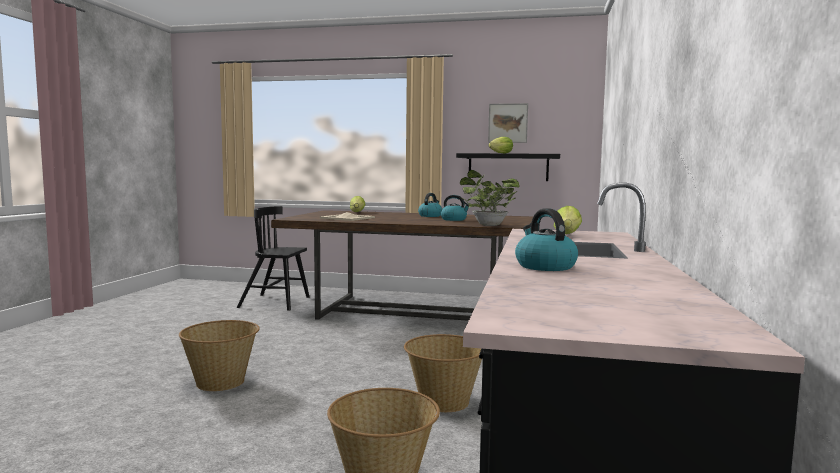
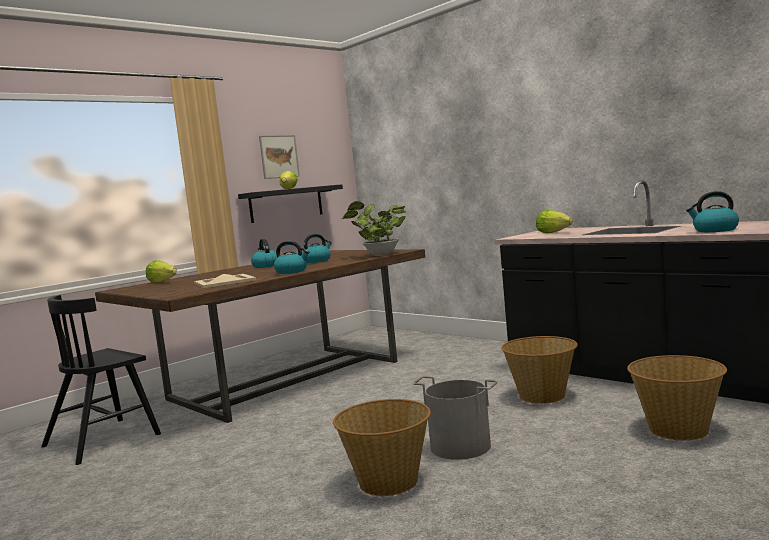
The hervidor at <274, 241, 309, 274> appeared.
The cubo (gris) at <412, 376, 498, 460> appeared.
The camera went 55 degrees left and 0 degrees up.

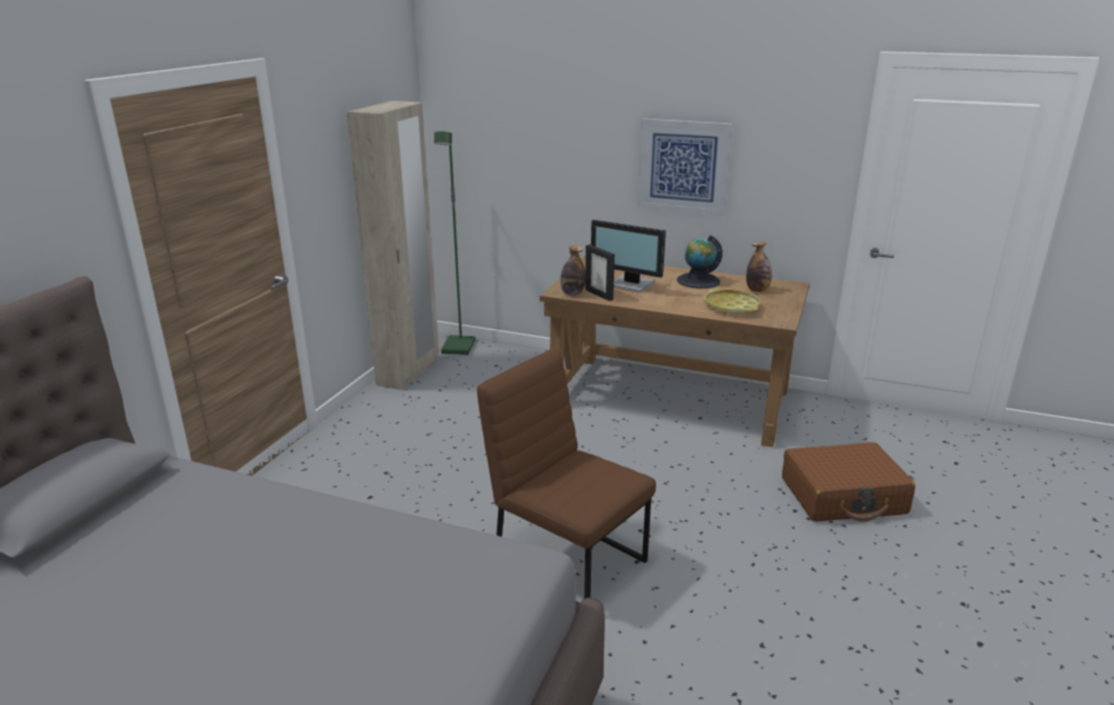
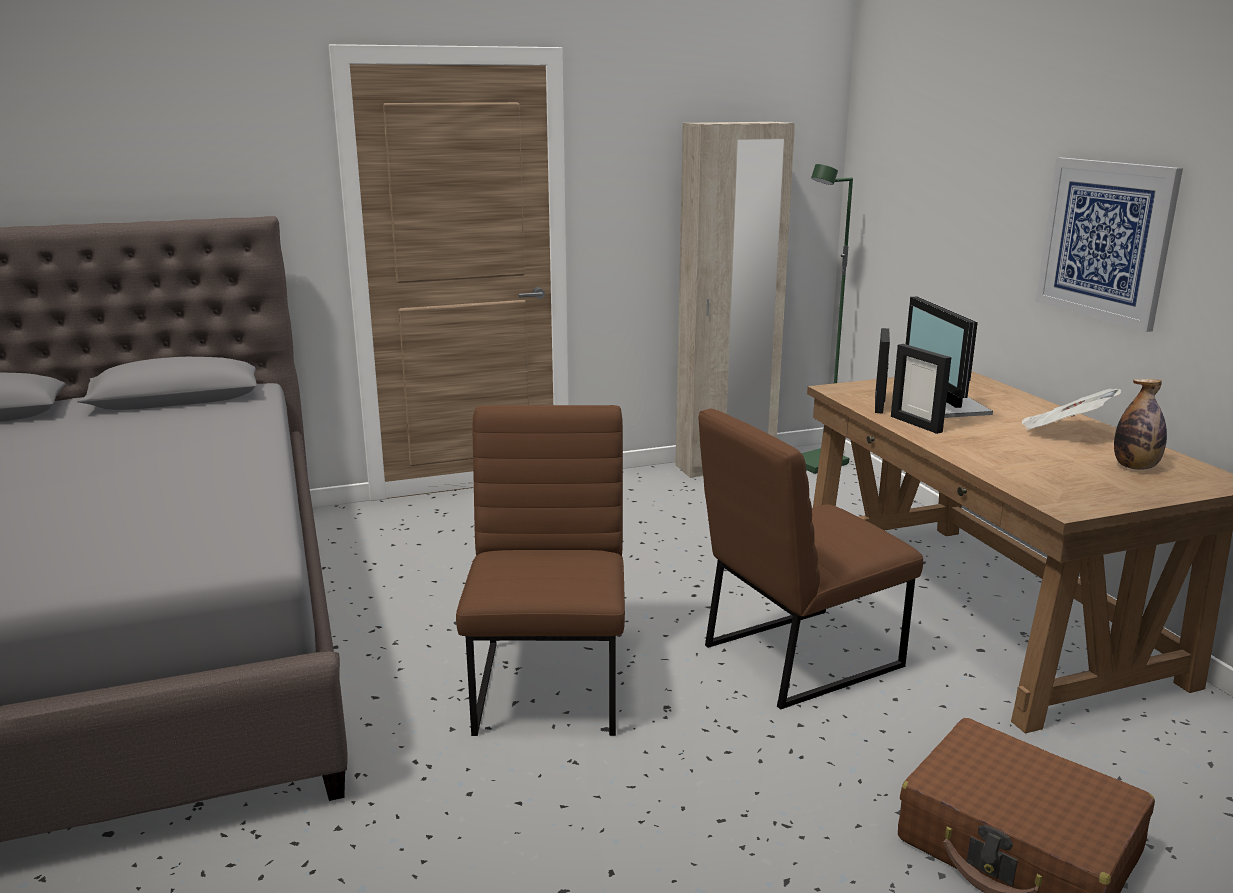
The botella at <560, 245, 586, 296> disappeared.
The globo terráqueo at <677, 235, 723, 289> was replaced by the periódico at <1022, 389, 1121, 430>.
The bandeja (amarillo) at <704, 289, 760, 314> disappeared.
The silla (marrón) at <699, 409, 923, 709> appeared.
The portarretratos at <891, 344, 951, 434> appeared.
The camera went 50 degrees right and 5 degrees down.

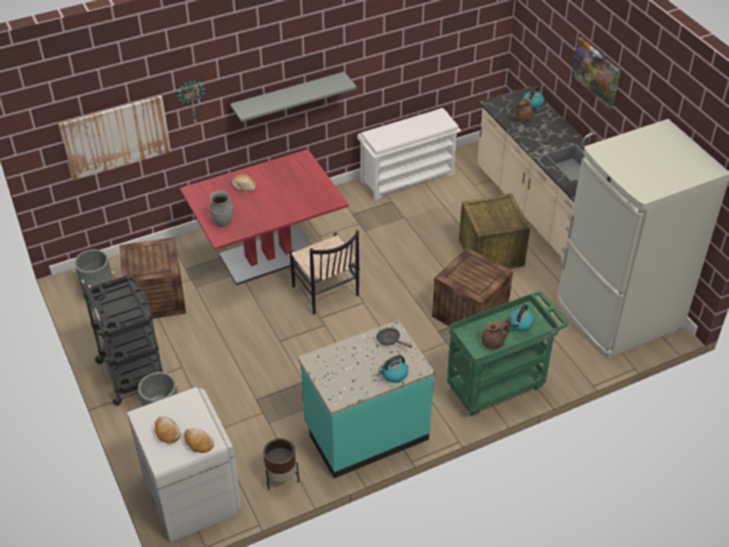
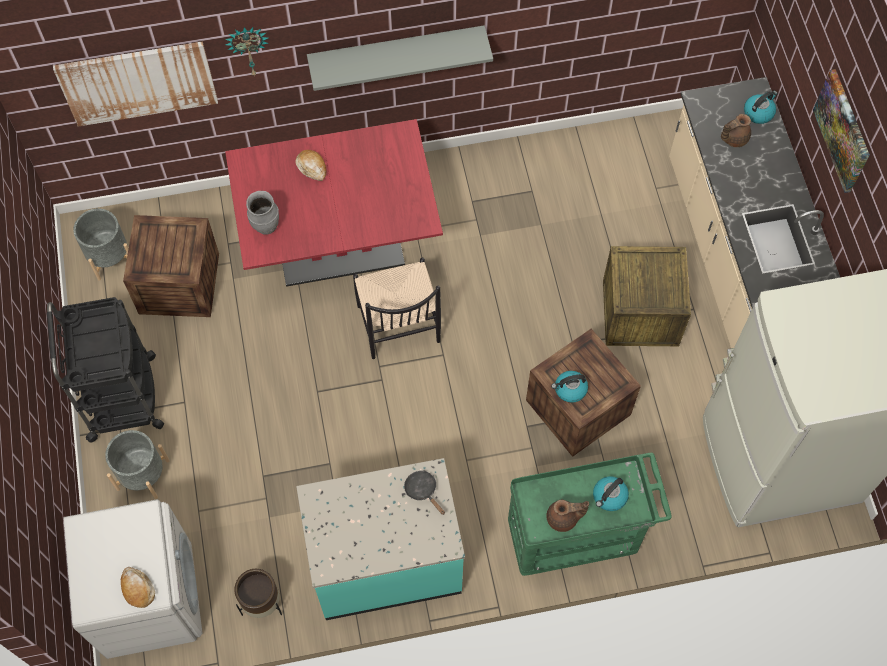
The pan at <155, 416, 181, 444> disappeared.
The banco (blanco) at <357, 108, 461, 201> disappeared.
The hervidor moved from <379, 355, 408, 383> to <551, 371, 588, 403>.
The camera went 15 degrees right and 20 degrees up.

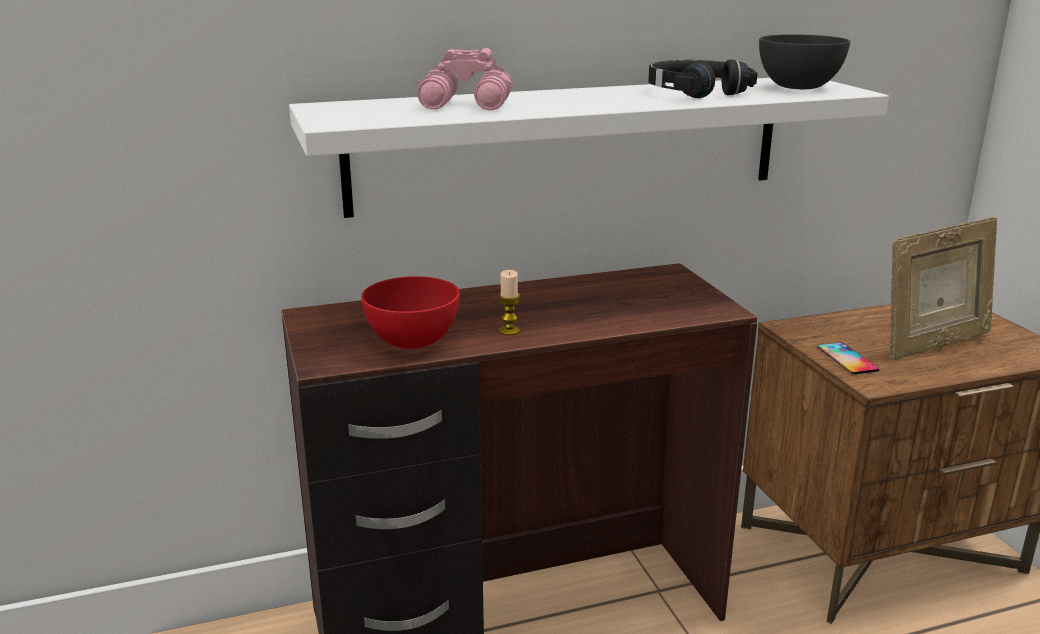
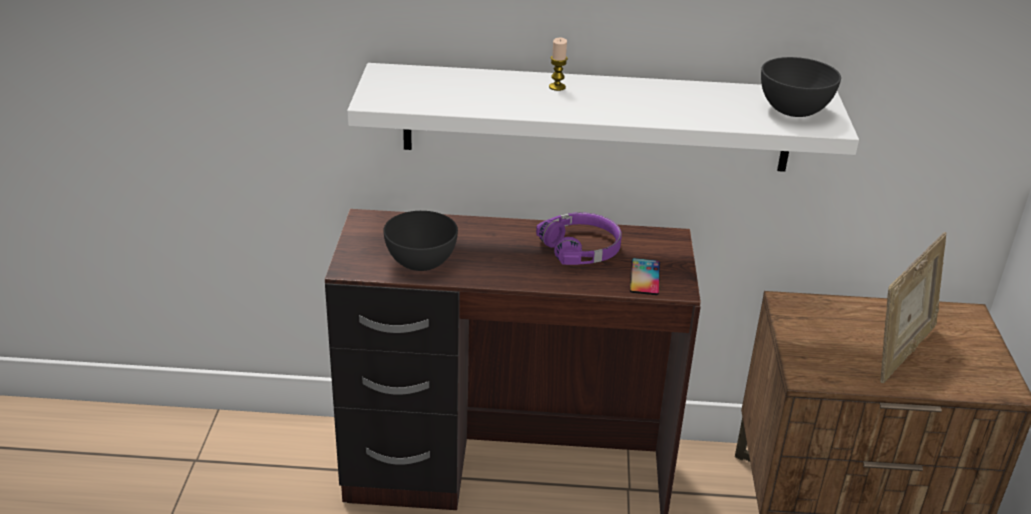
The cuenco (rojo) at <361, 276, 460, 349> became the cuenco (gris) at <383, 211, 458, 271>.
The prismáticos (rosa) at <416, 48, 514, 110> disappeared.
The vela moved from <498, 270, 520, 336> to <549, 38, 568, 91>.
The auriculares (negro) at <648, 60, 757, 98> disappeared.
The móvil moved from <817, 342, 879, 374> to <630, 258, 660, 295>.
The portarretratos at <889, 217, 997, 360> turned 45 degrees counterclockwise.
The auriculares (morado) at <536, 212, 622, 265> appeared.
The camera went 20 degrees right and 10 degrees up.

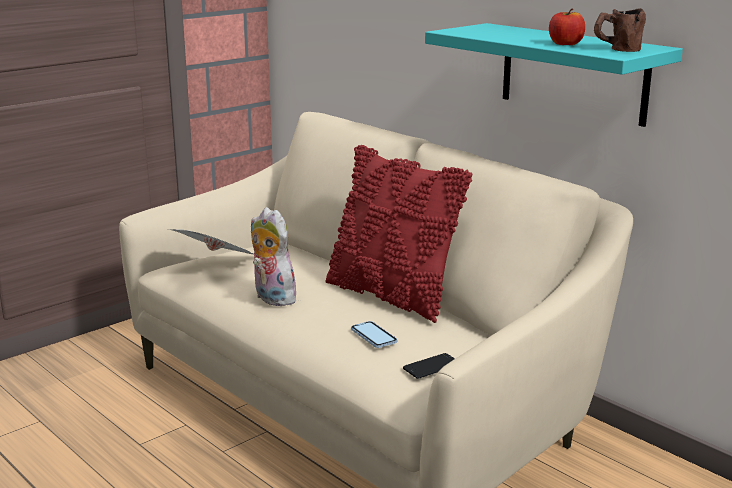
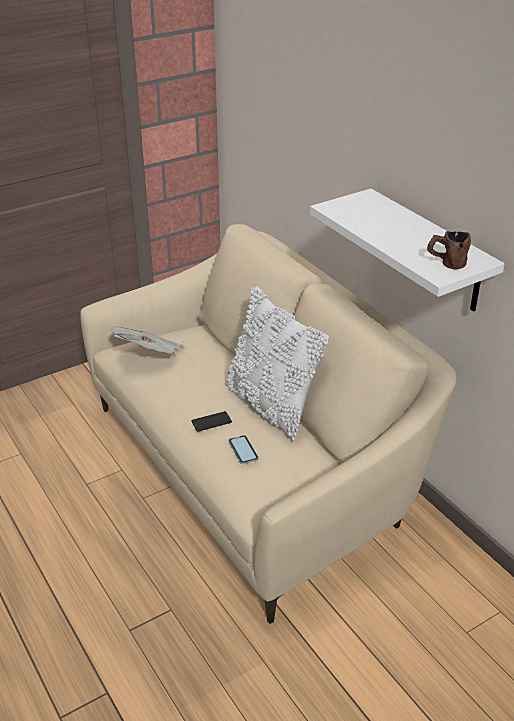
The peluche at <251, 207, 297, 306> disappeared.
The cojín (rojo) at <326, 145, 472, 323> became the cojín (blanco) at <225, 287, 329, 441>.
The móvil moved from <403, 353, 455, 379> to <192, 411, 232, 432>.
The estante (turquesa) at <425, 23, 683, 127> became the estante (blanco) at <310, 189, 505, 312>.
The manzana at <549, 8, 585, 45> disappeared.
The camera went 10 degrees right and 15 degrees up.

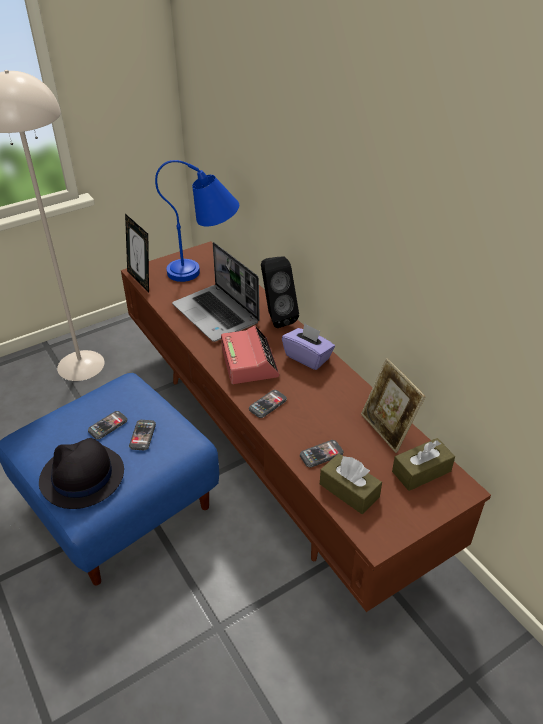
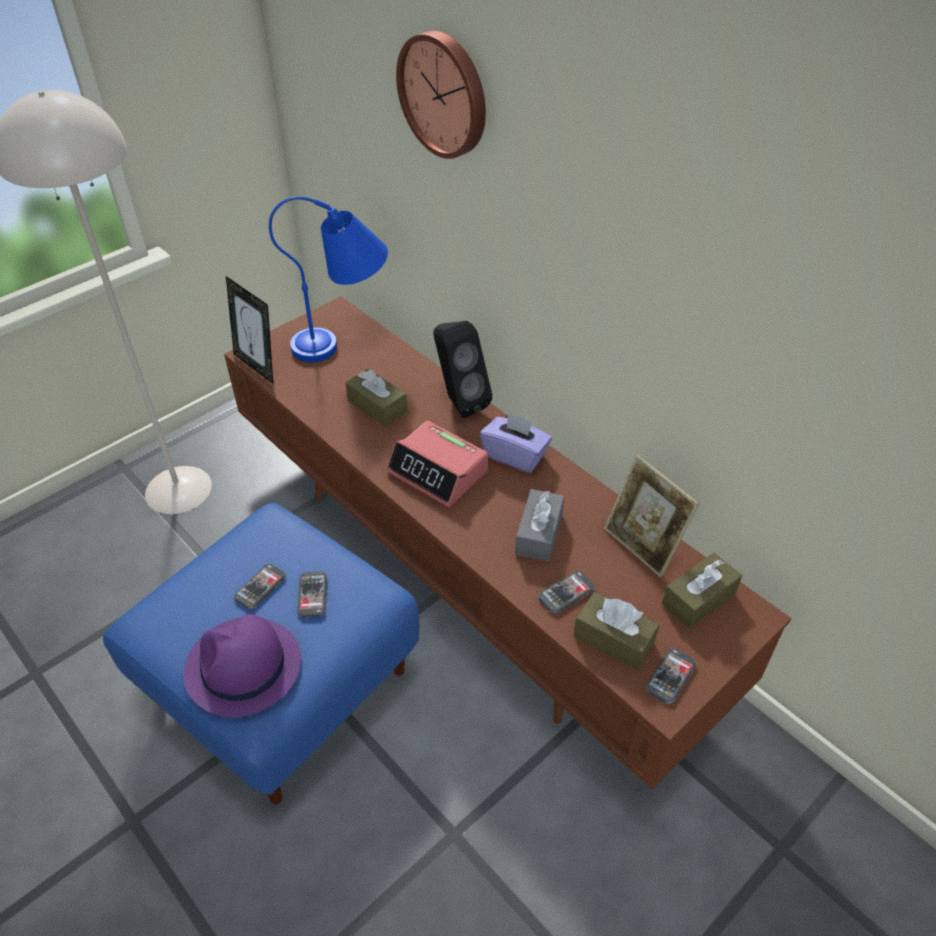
The sombrero (negro) at <39, 438, 124, 509> became the sombrero (morado) at <184, 614, 301, 718>.
The portátil at <172, 242, 260, 342> was replaced by the caja de pañuelos (marrón) at <345, 368, 408, 427>.
The despertador at <221, 325, 280, 384> turned 150 degrees clockwise.
The móvil moved from <249, 390, 287, 418> to <645, 648, 696, 704>.
The reloj de pared at <396, 31, 486, 159> appeared.
The caja de pañuelos (gris) at <515, 489, 565, 562> appeared.
The camera went 10 degrees left and 5 degrees up.

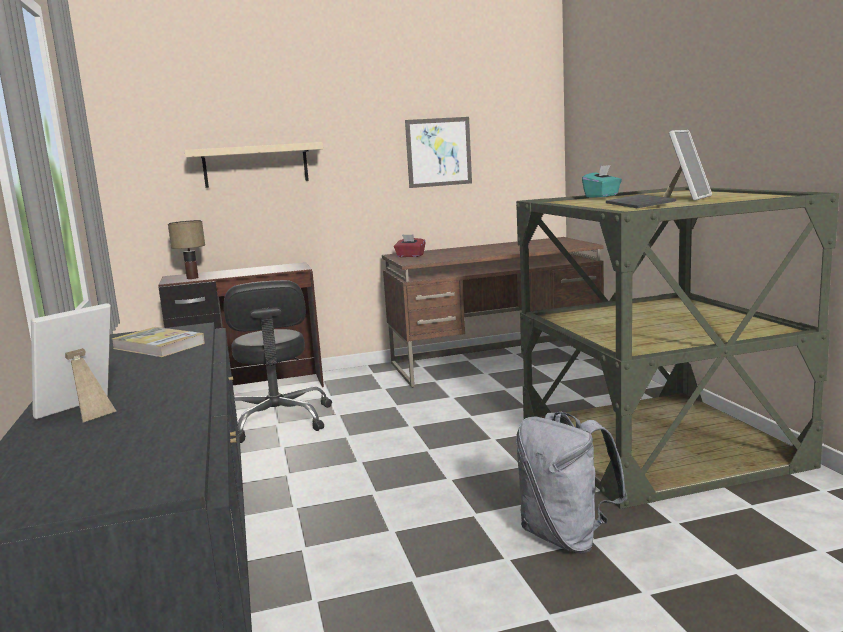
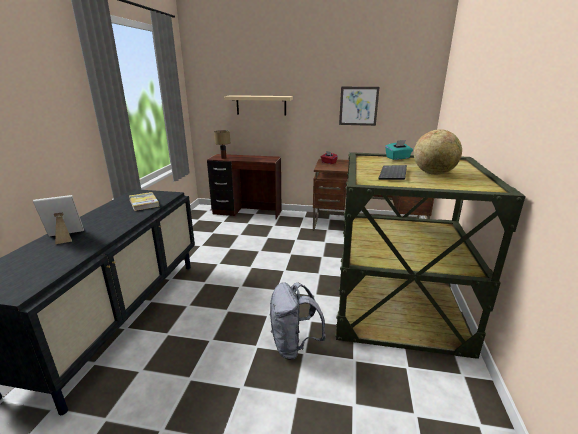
The silla de oficina (negro) at <224, 280, 332, 443> disappeared.
The portarretratos at <663, 130, 712, 201> was replaced by the globo terráqueo at <414, 129, 462, 175>.
The camera went 25 degrees right and 10 degrees up.

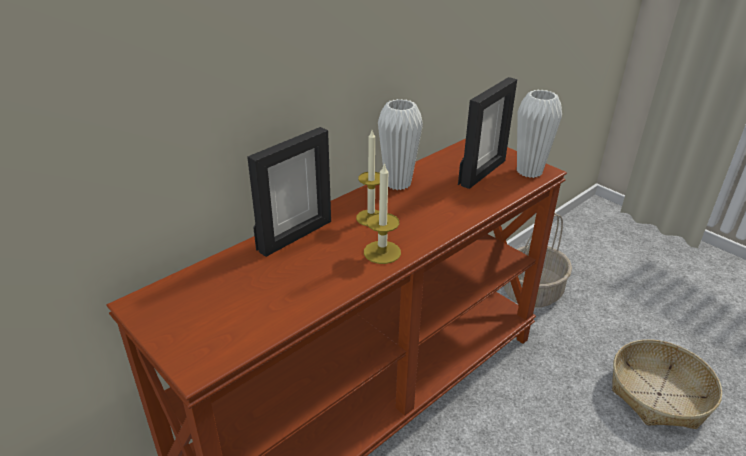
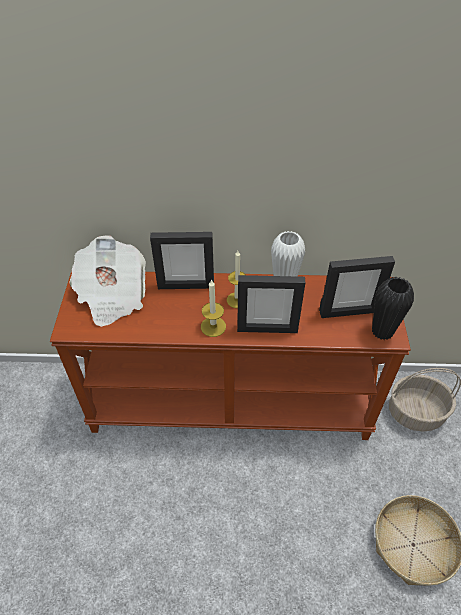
The florero (blanco) at <517, 90, 562, 178> became the florero (negro) at <372, 277, 414, 340>.
The periódico at <69, 235, 146, 327> appeared.
The portarretratos at <237, 275, 305, 333> appeared.
The camera went 45 degrees right and 15 degrees up.

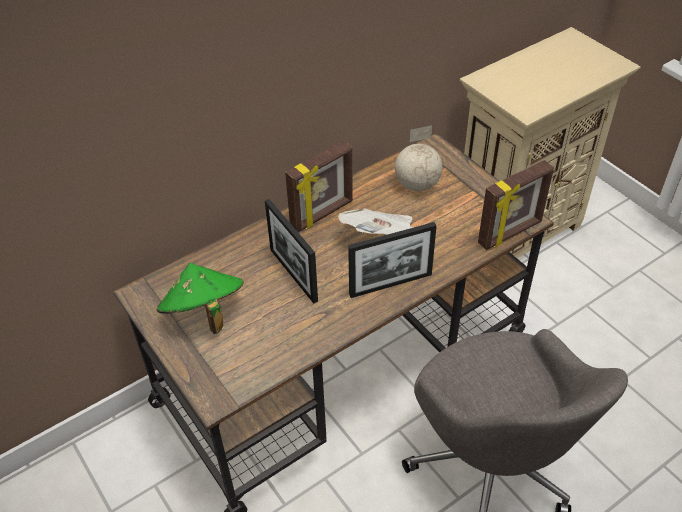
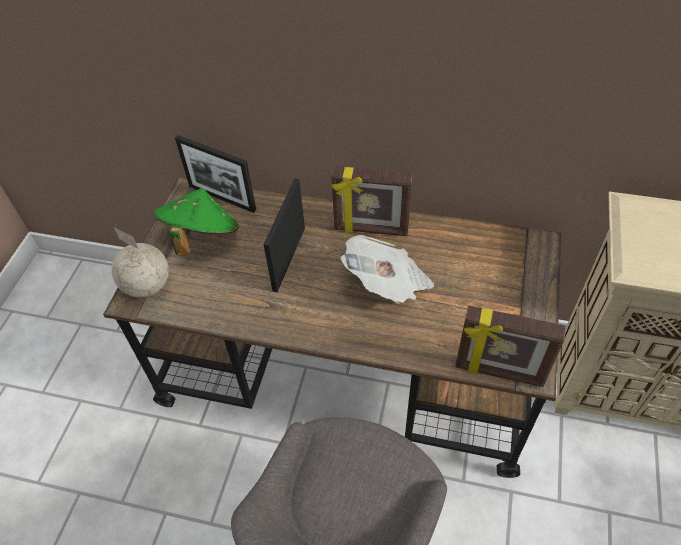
The portarretratos moved from <348, 222, 437, 298> to <175, 135, 256, 213>.
The globo terráqueo moved from <395, 125, 442, 191> to <112, 227, 169, 298>.
The camera went 50 degrees right and 5 degrees up.

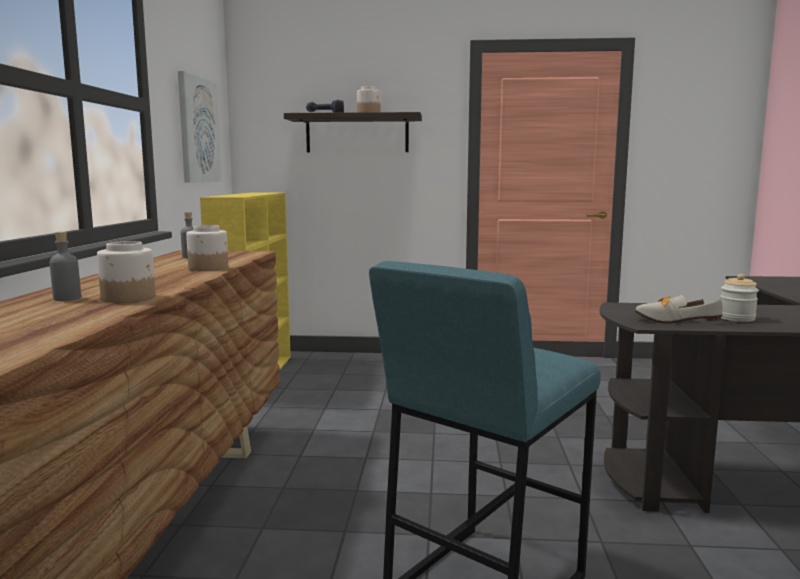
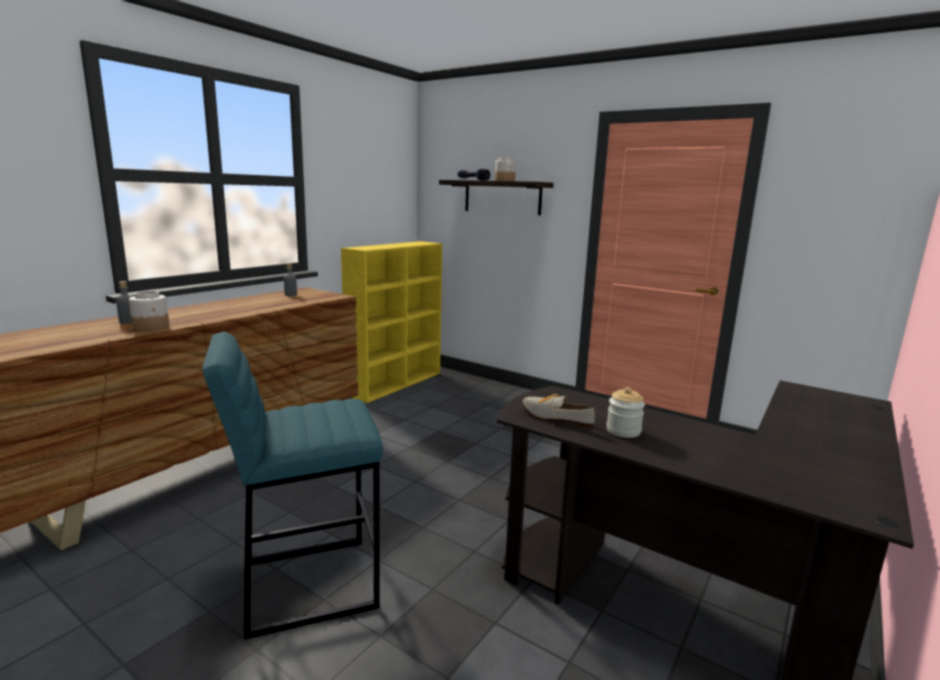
The cuadro at <178, 71, 222, 183> disappeared.
The tarro at <186, 225, 228, 271> disappeared.
The camera went 30 degrees right and 5 degrees up.

